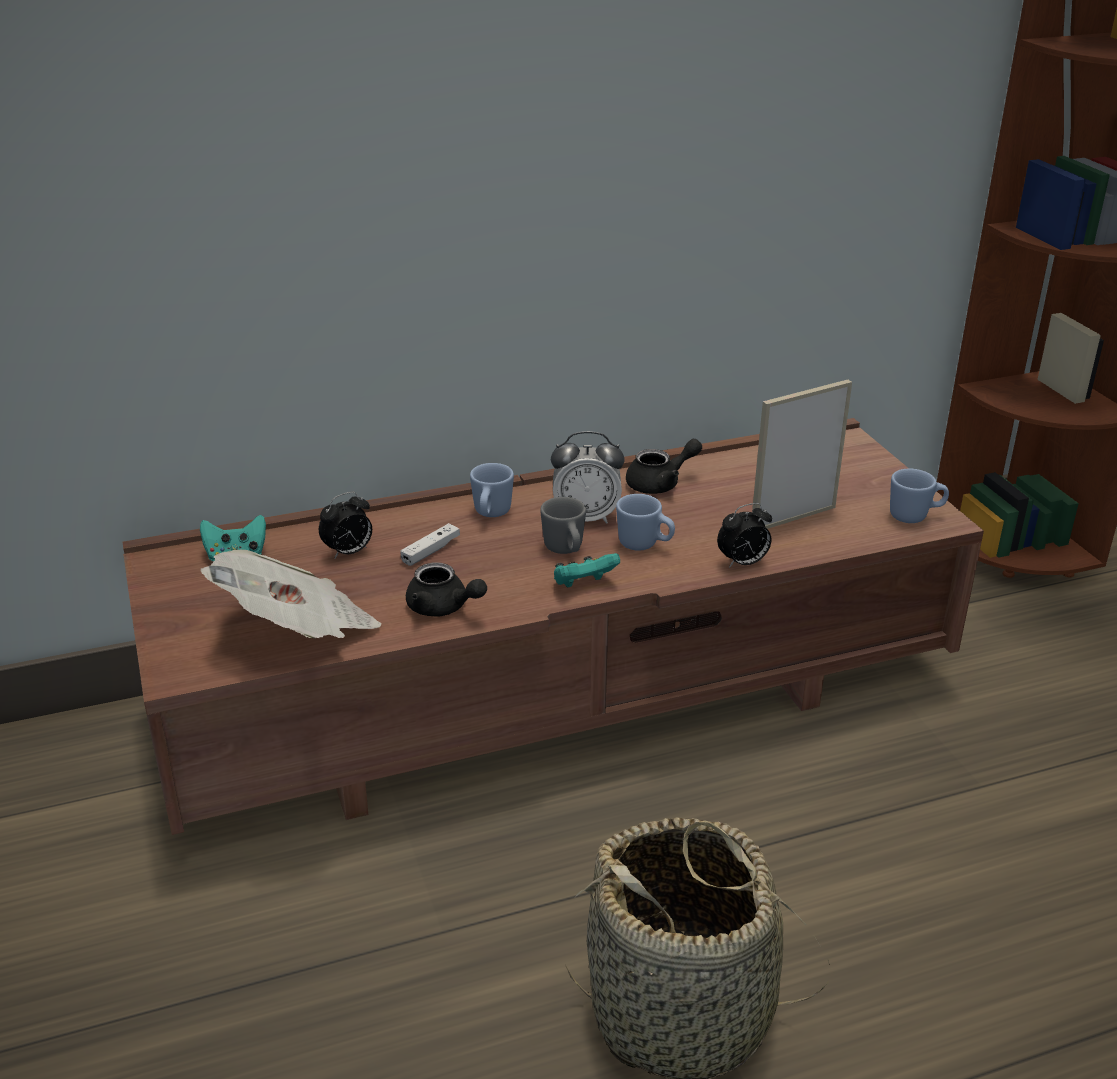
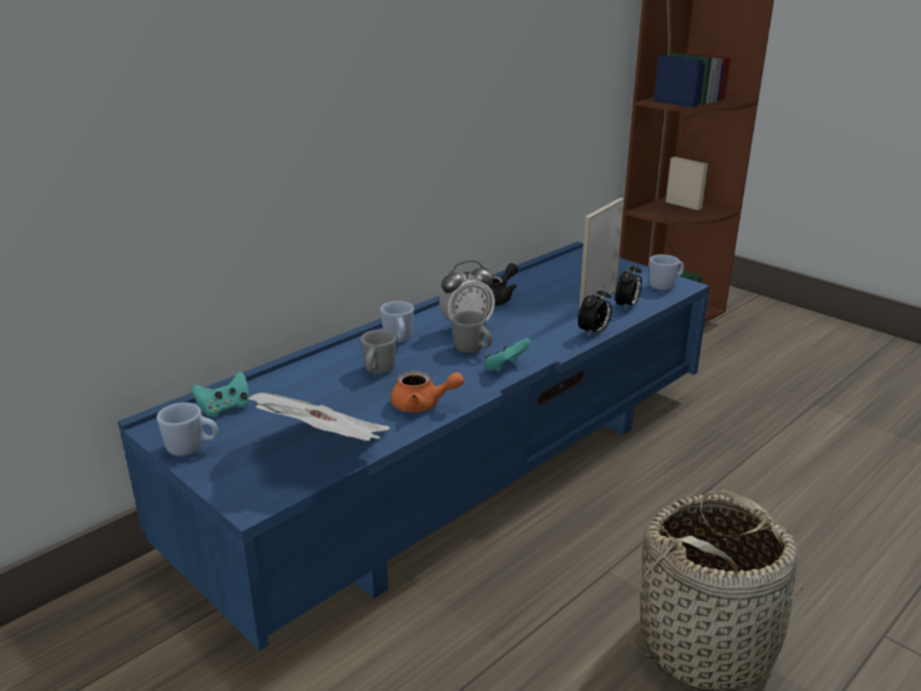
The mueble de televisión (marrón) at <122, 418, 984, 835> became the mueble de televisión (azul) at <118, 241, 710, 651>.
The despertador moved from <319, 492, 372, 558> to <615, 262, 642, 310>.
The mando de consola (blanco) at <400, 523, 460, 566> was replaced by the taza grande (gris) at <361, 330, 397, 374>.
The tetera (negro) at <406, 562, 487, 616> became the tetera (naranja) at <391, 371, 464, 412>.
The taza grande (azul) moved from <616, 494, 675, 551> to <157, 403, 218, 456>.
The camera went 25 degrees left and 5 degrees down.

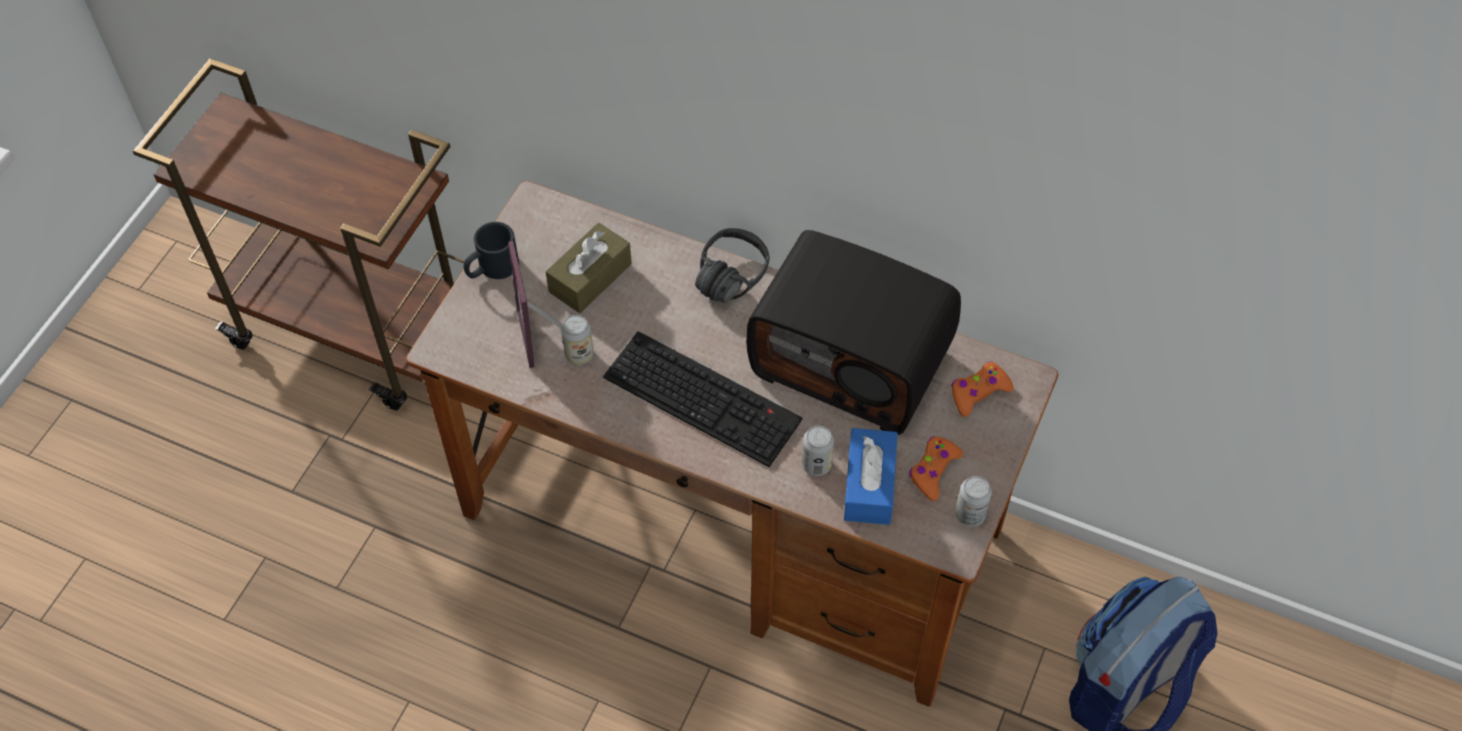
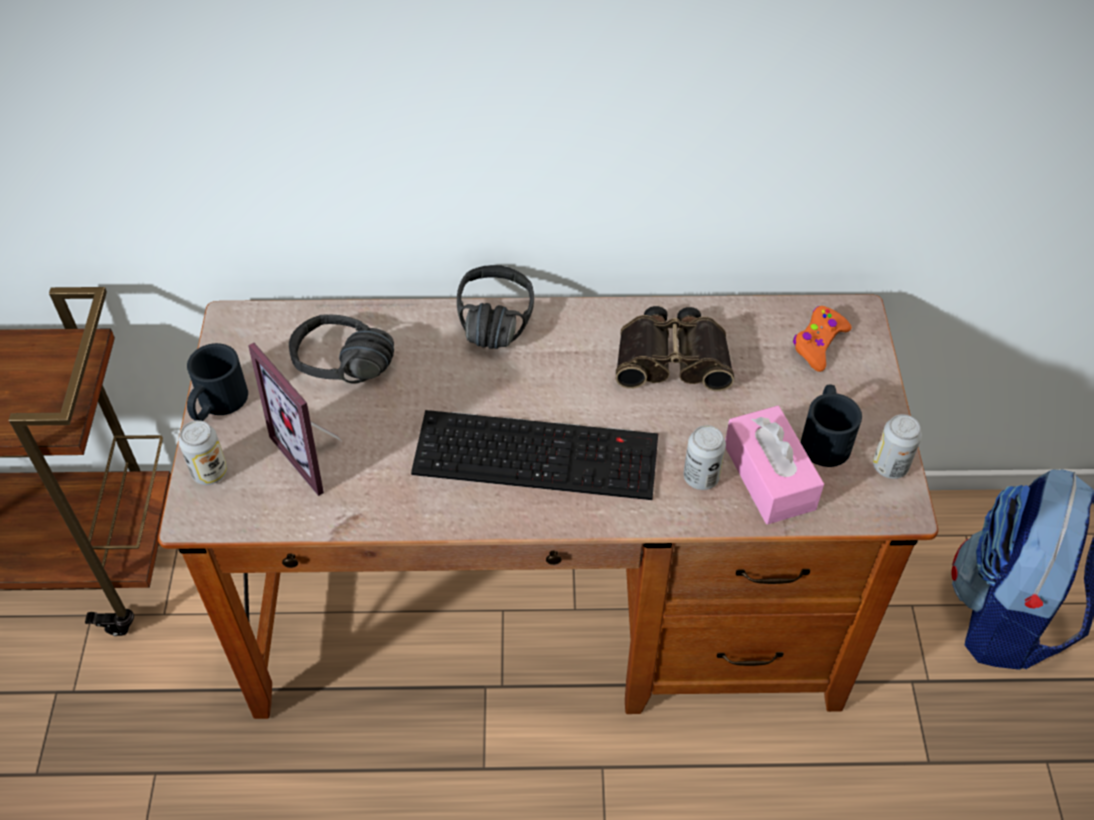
The caja de pañuelos (marrón) at <546, 223, 632, 313> was replaced by the auriculares (negro) at <289, 314, 394, 384>.
The lata moved from <561, 315, 594, 365> to <179, 420, 227, 485>.
The radio at <746, 230, 961, 435> was replaced by the prismáticos at <616, 306, 734, 391>.
The caja de pañuelos (azul) at <844, 428, 897, 525> became the caja de pañuelos (rosa) at <725, 406, 824, 525>.
The mando de consola (naranja) at <909, 436, 963, 501> was replaced by the taza grande (negro) at <801, 384, 862, 467>.
The camera went 25 degrees left and 5 degrees down.

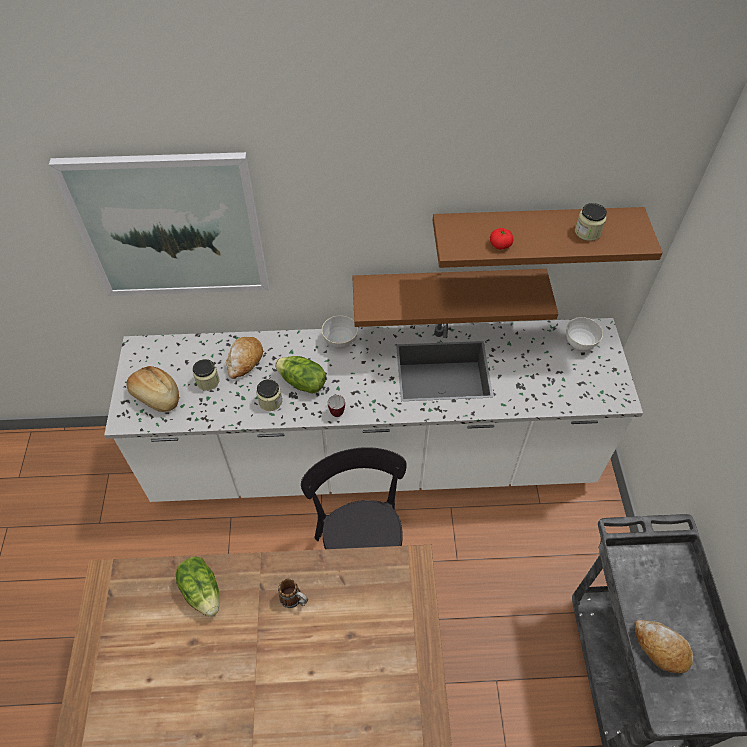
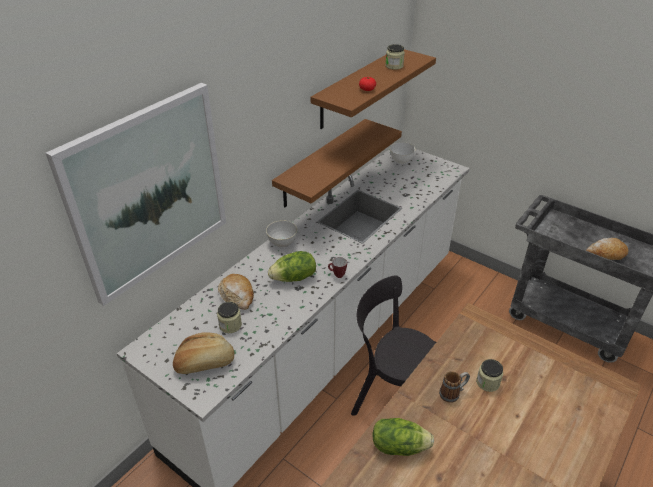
The tarro moved from <257, 379, 282, 411> to <476, 359, 503, 392>.
The camera went 50 degrees left and 15 degrees down.

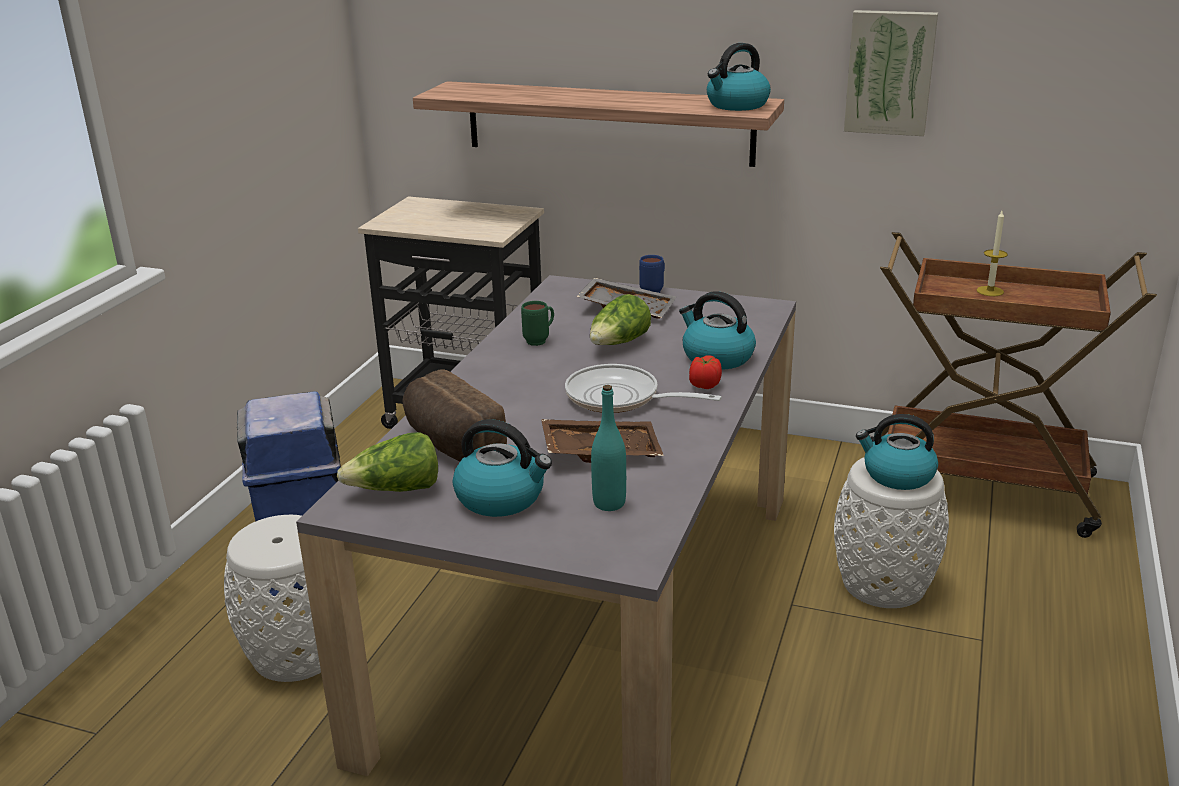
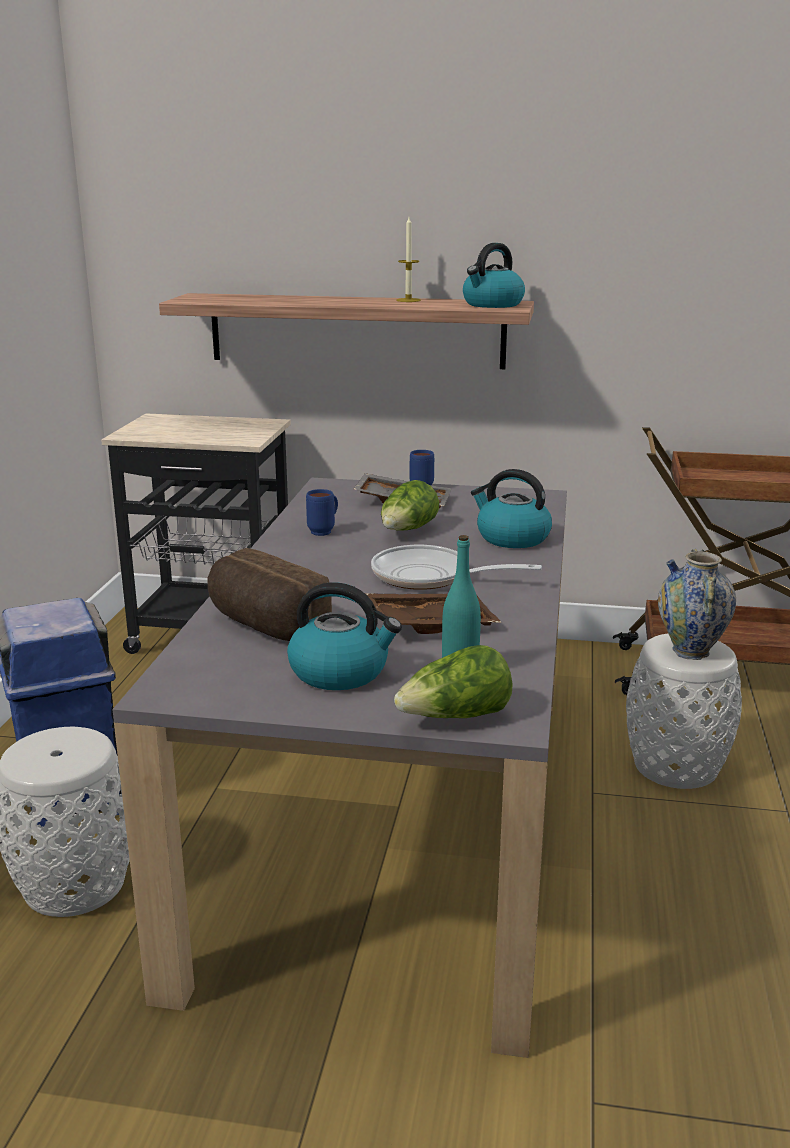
The lechuga moved from <337, 432, 438, 492> to <394, 645, 513, 718>.
The taza grande (verde) at <521, 301, 554, 346> became the taza grande (azul) at <306, 489, 338, 536>.
The tomate at <689, 355, 722, 389> disappeared.
The cuadro at <844, 10, 938, 136> disappeared.
The hervidor at <856, 414, 938, 490> was replaced by the florero at <658, 549, 736, 660>.
The vela moved from <977, 211, 1008, 296> to <396, 217, 421, 302>.
The camera went 10 degrees left and 5 degrees down.

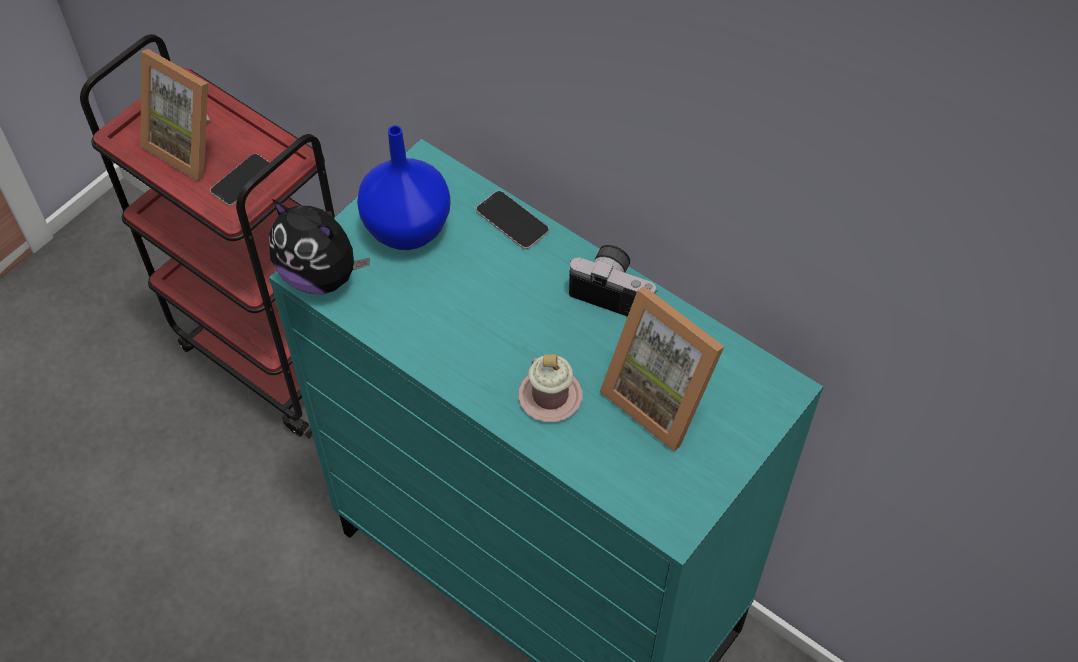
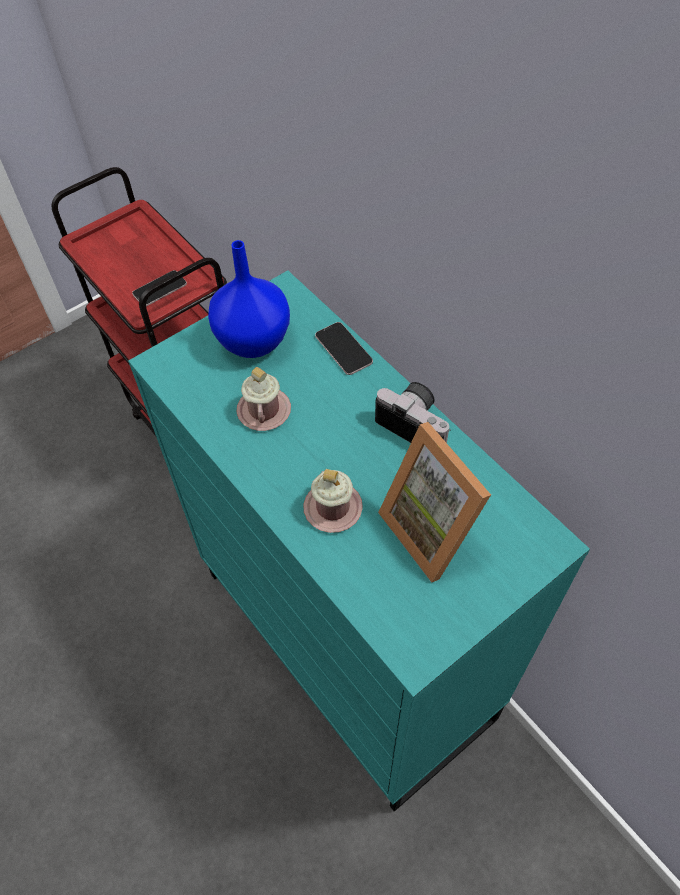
The portarretratos at <140, 49, 210, 181> disappeared.
The peluche at <269, 199, 370, 294> disappeared.
The taza grande (rosa) at <237, 367, 291, 431> appeared.
The camera went 15 degrees right and 0 degrees up.

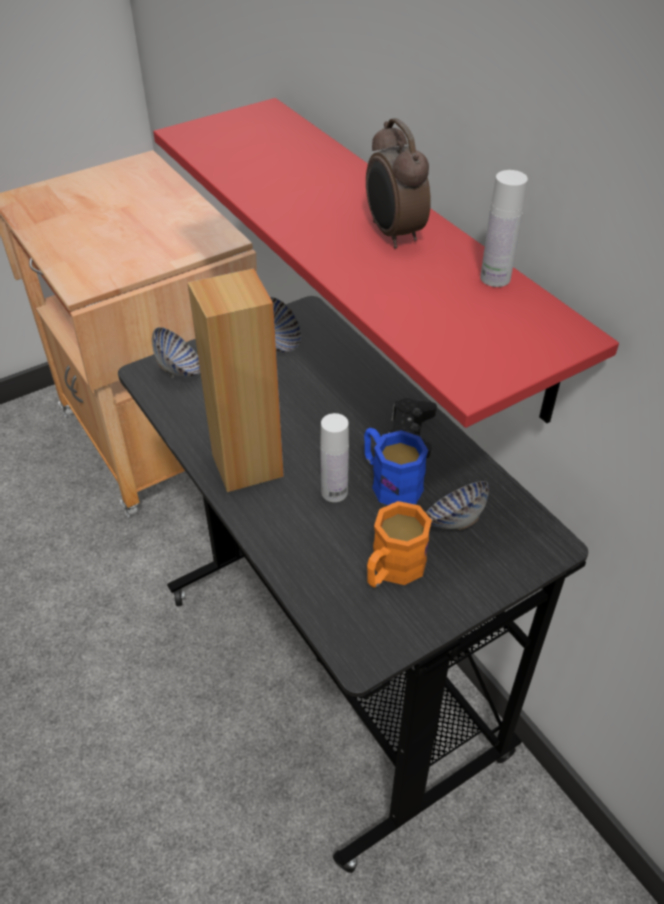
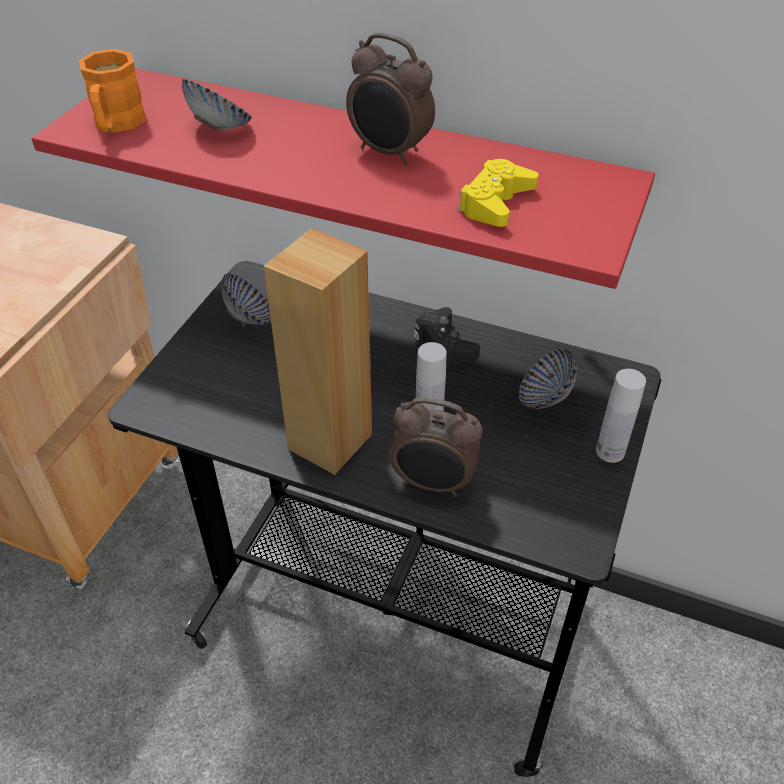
The cuenco moved from <152, 327, 200, 378> to <182, 79, 252, 132>.
The taza grande (azul) at <364, 428, 428, 505> disappeared.
The taza grande (naranja) moved from <367, 501, 432, 588> to <79, 49, 147, 132>.
The botella (blanco) moved from <480, 170, 528, 287> to <596, 369, 646, 463>.
The despertador at <389, 397, 483, 497> appeared.
The mando de consola (amarillo) at <458, 159, 539, 227> appeared.
The camera went 35 degrees left and 0 degrees up.

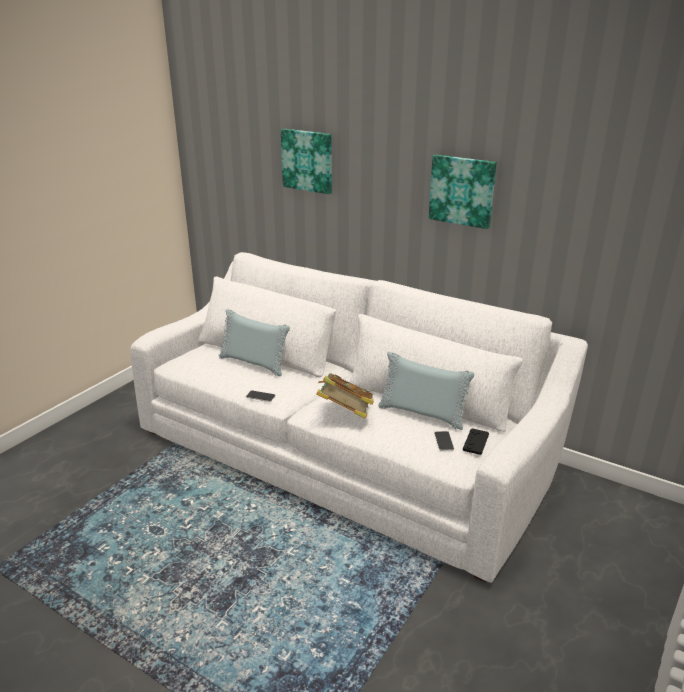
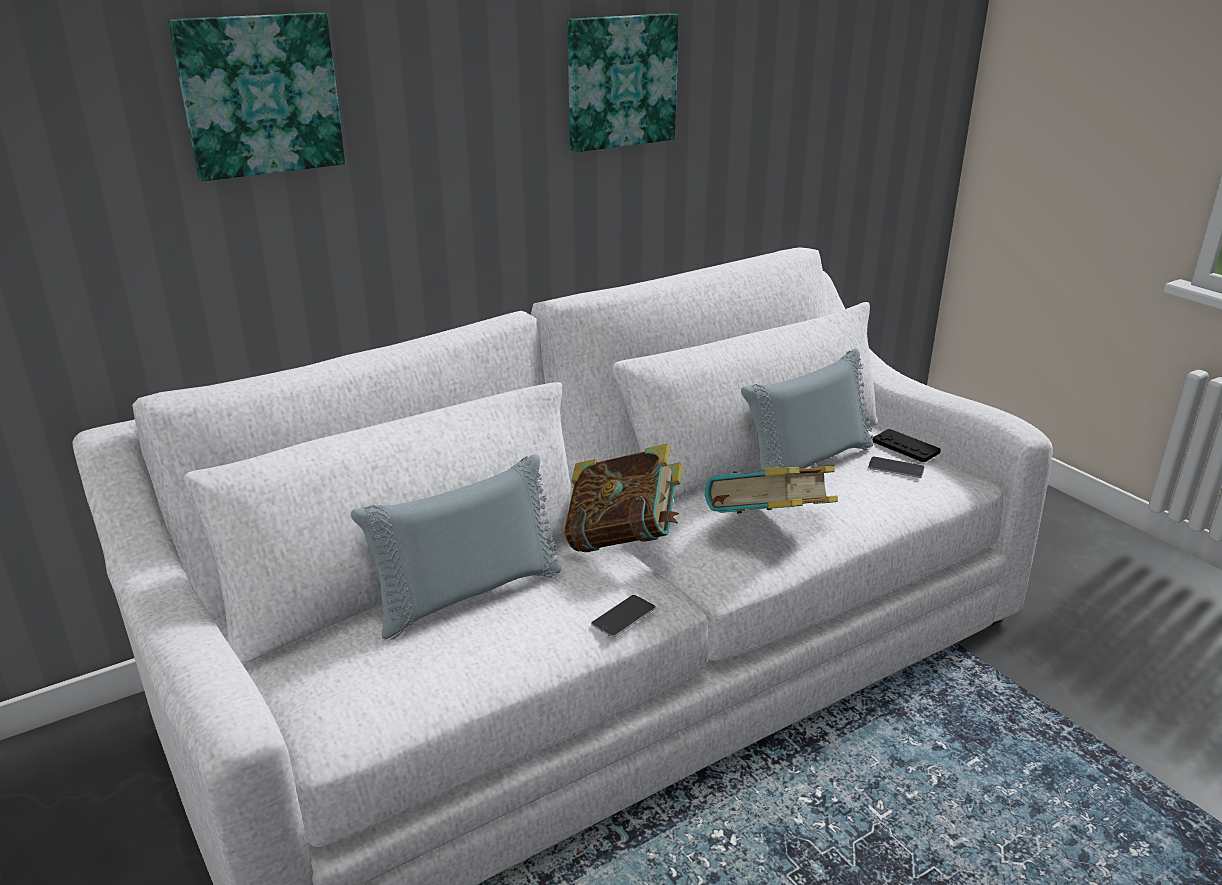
The libro at <564, 444, 683, 552> appeared.
The camera went 65 degrees left and 0 degrees up.

